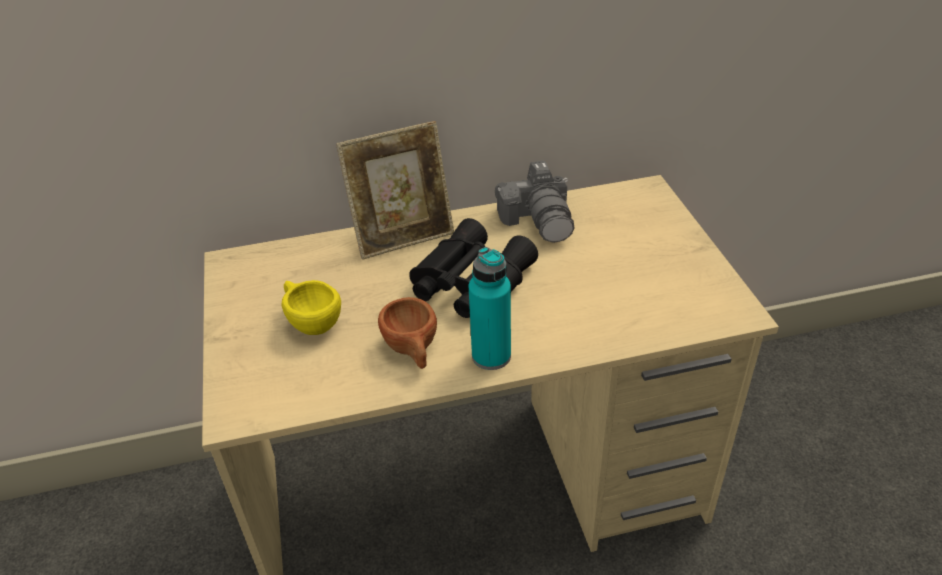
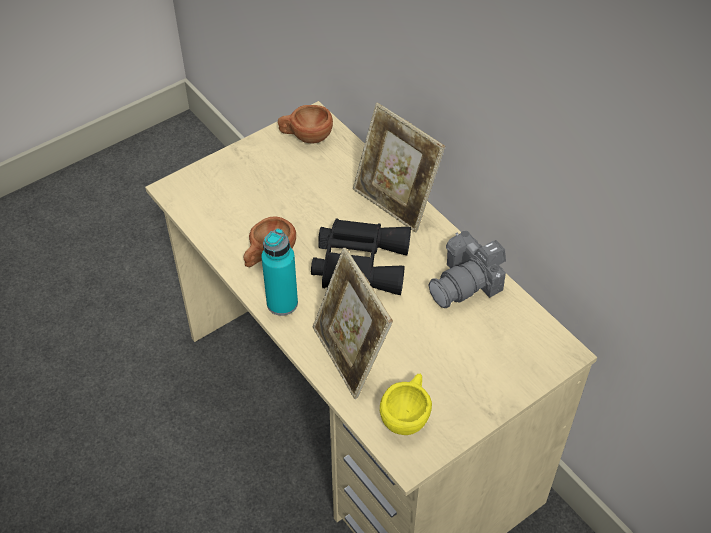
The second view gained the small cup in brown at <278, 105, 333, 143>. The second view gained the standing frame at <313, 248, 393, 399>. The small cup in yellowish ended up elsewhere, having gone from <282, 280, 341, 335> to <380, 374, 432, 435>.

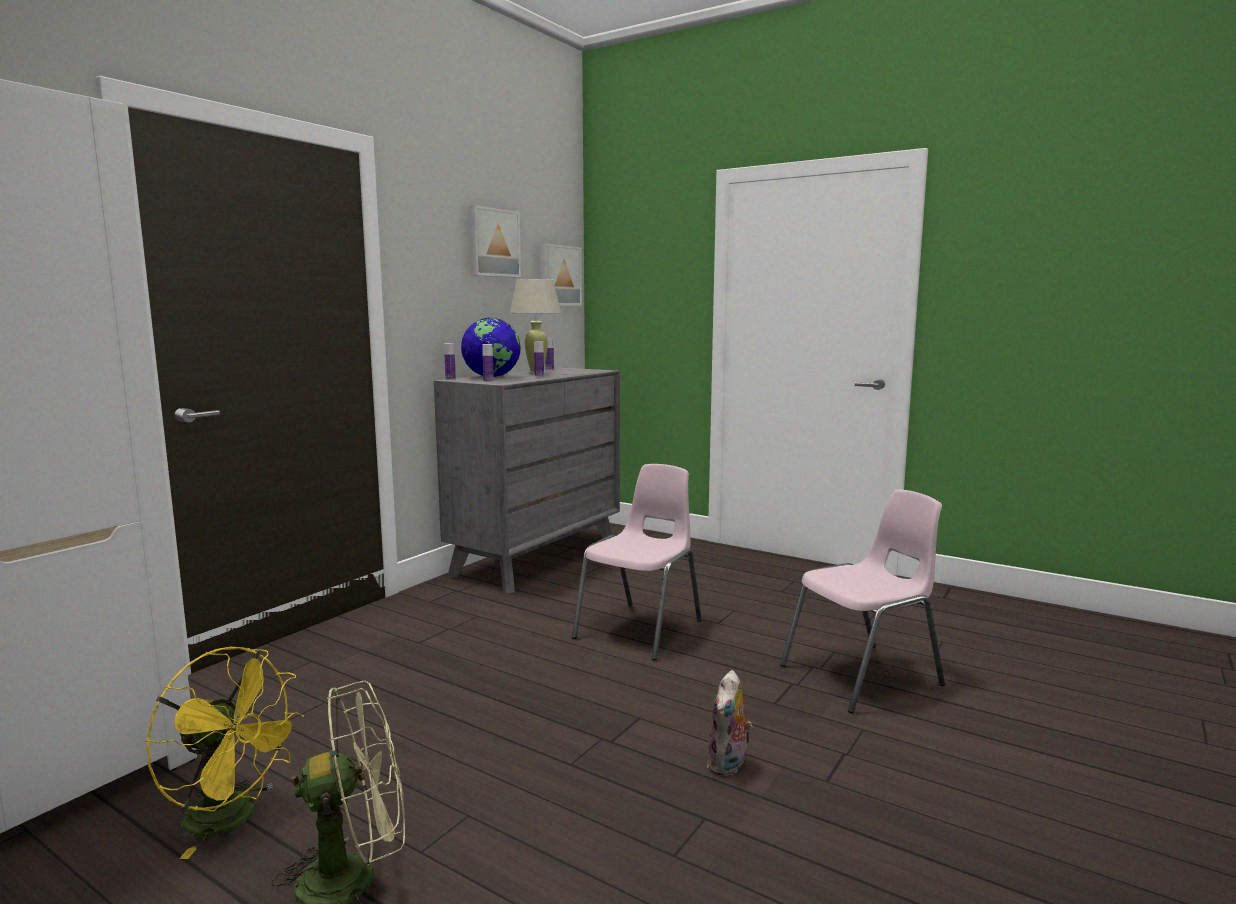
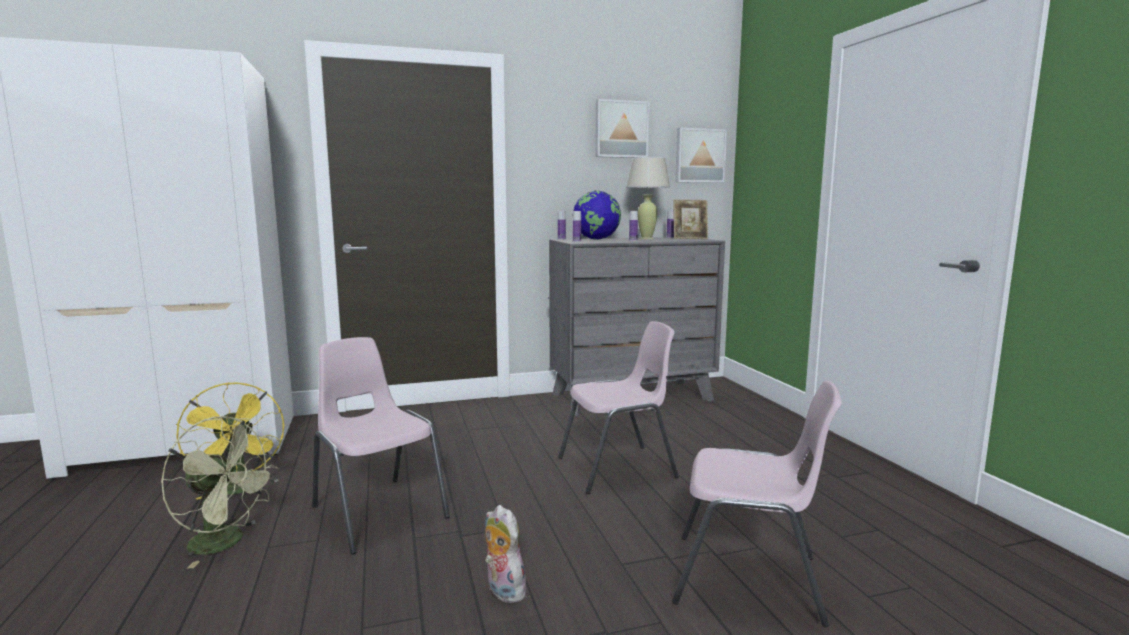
The second view gained the plain chair in pinkish at <312, 337, 450, 555>. The second view gained the standing frame at <673, 199, 708, 239>. The plush toy at <707, 670, 753, 776> ended up facing another way, 75 degrees clockwise from before.

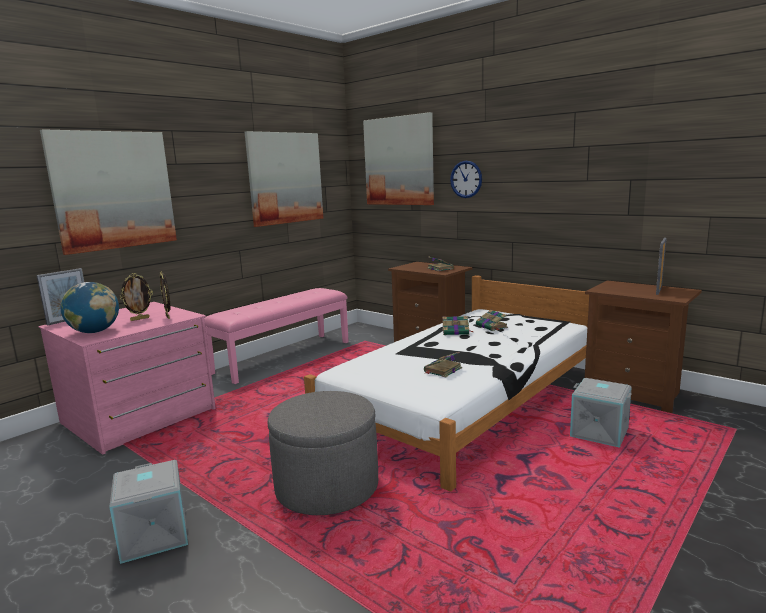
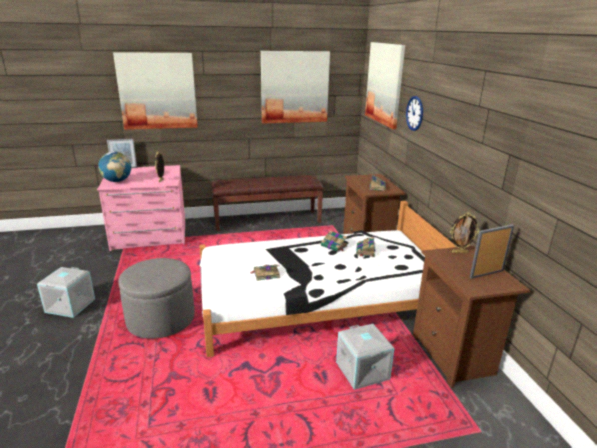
The standing frame ended up elsewhere, having gone from <120, 273, 153, 321> to <450, 213, 479, 253>. What was the long seat in pinkish at <204, 288, 349, 384> turned into the long seat in brown at <211, 175, 324, 231>.

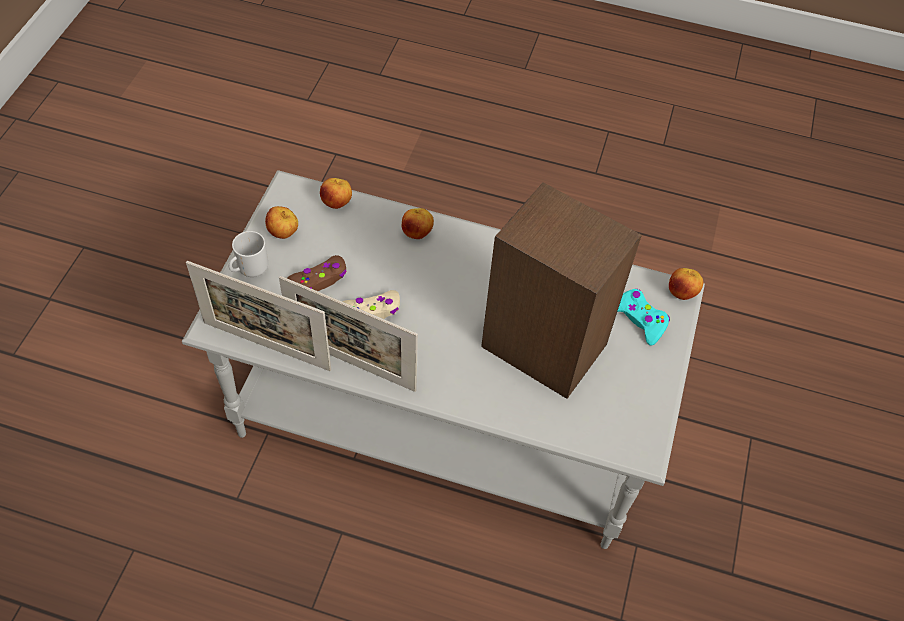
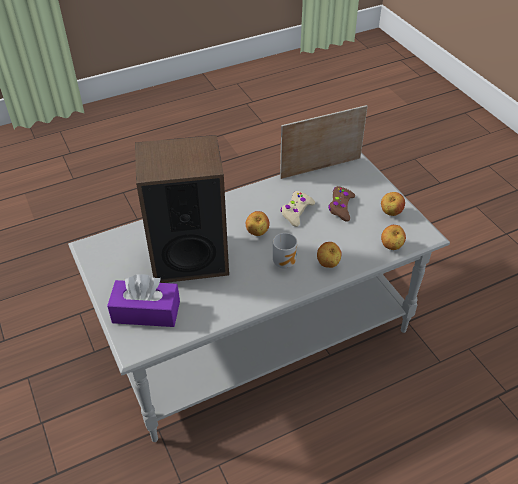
The second view lost the standing frame at <279, 276, 418, 392>. The coffee mug ended up elsewhere, having gone from <229, 231, 268, 277> to <273, 233, 297, 269>. The whole apple ended up elsewhere, having gone from <669, 268, 703, 300> to <246, 211, 270, 236>. Where the game controller in turquoise-coloured stood at <617, 289, 670, 346>, the box of tissues in purple came to stand at <107, 274, 180, 327>.

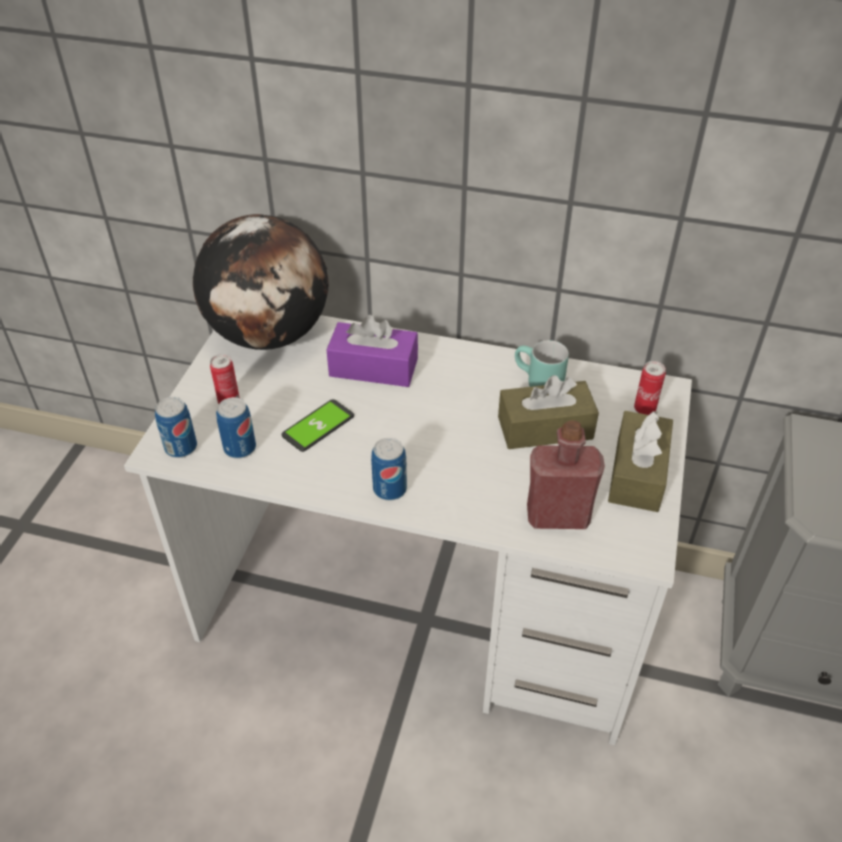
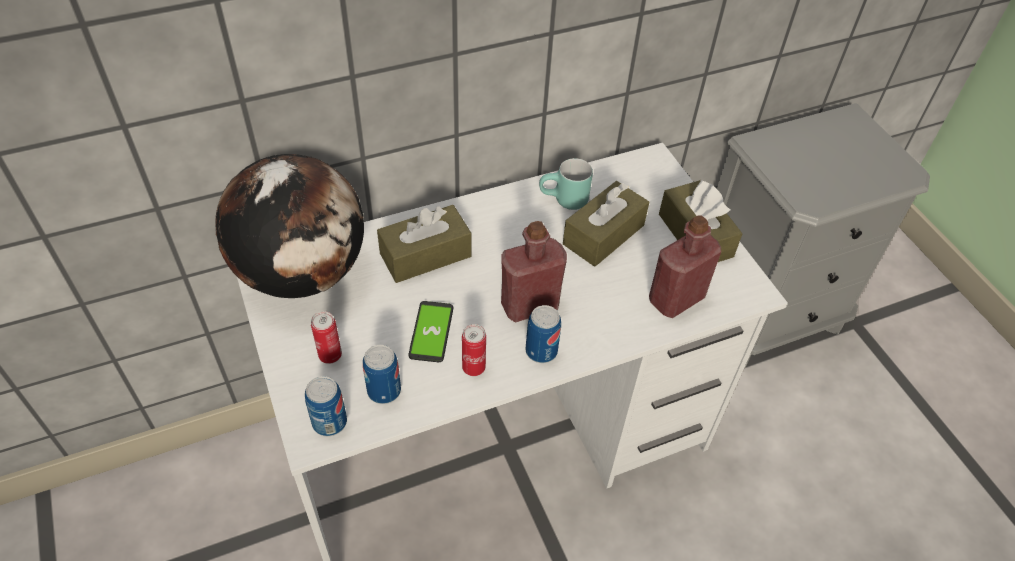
The second view gained the beverage bottle in red-coloured at <501, 221, 567, 322>. The metal can ended up elsewhere, having gone from <634, 361, 666, 415> to <462, 324, 486, 376>. What was the box of tissues in purple at <327, 315, 418, 387> turned into the box of tissues in brown at <377, 205, 471, 283>.

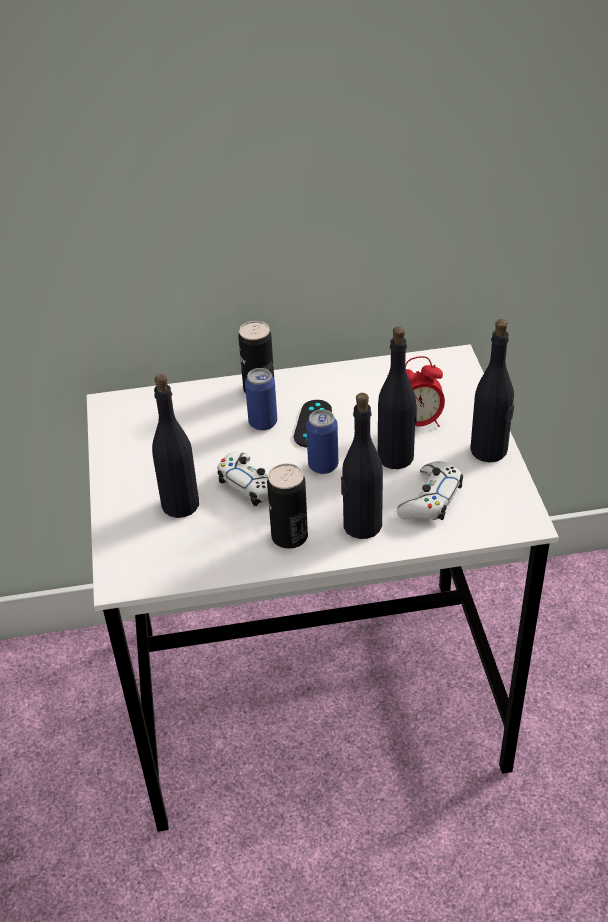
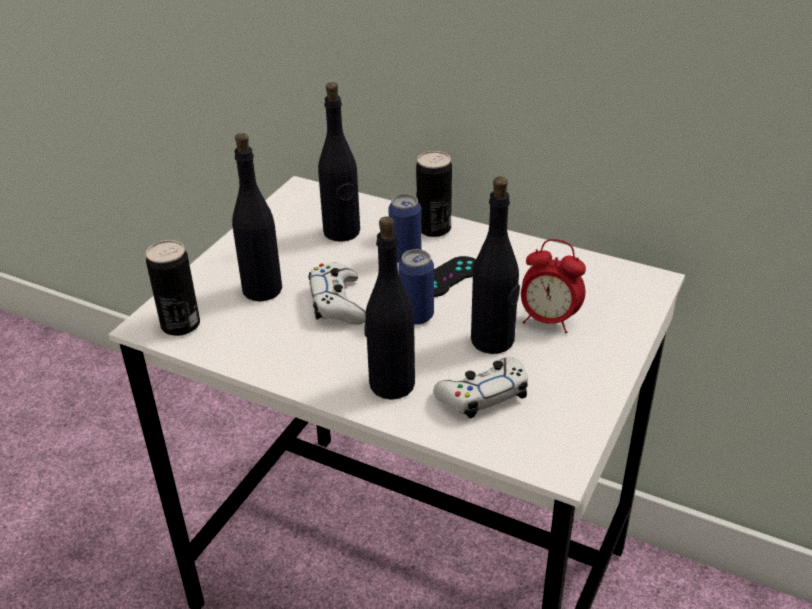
The metal can ended up elsewhere, having gone from <267, 463, 308, 549> to <146, 240, 200, 336>. The beverage bottle in blackish ended up elsewhere, having gone from <470, 319, 514, 462> to <318, 82, 360, 242>.

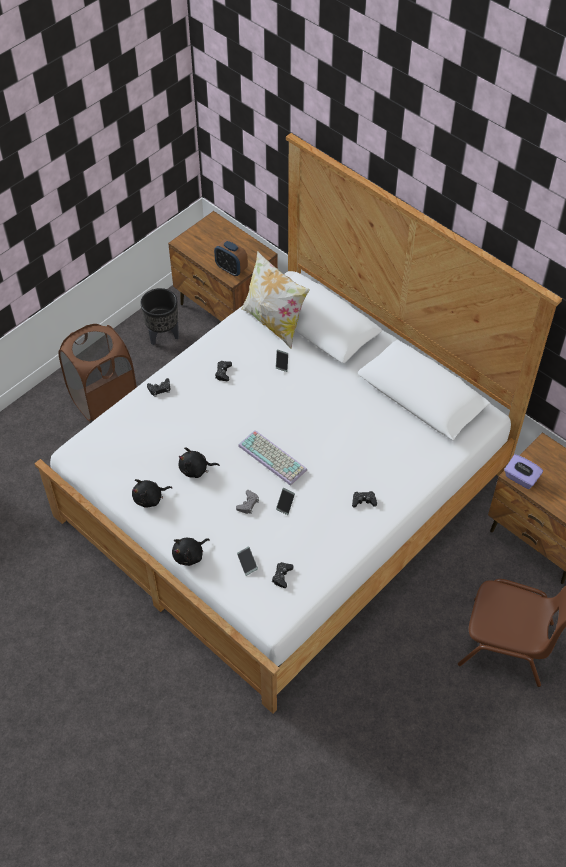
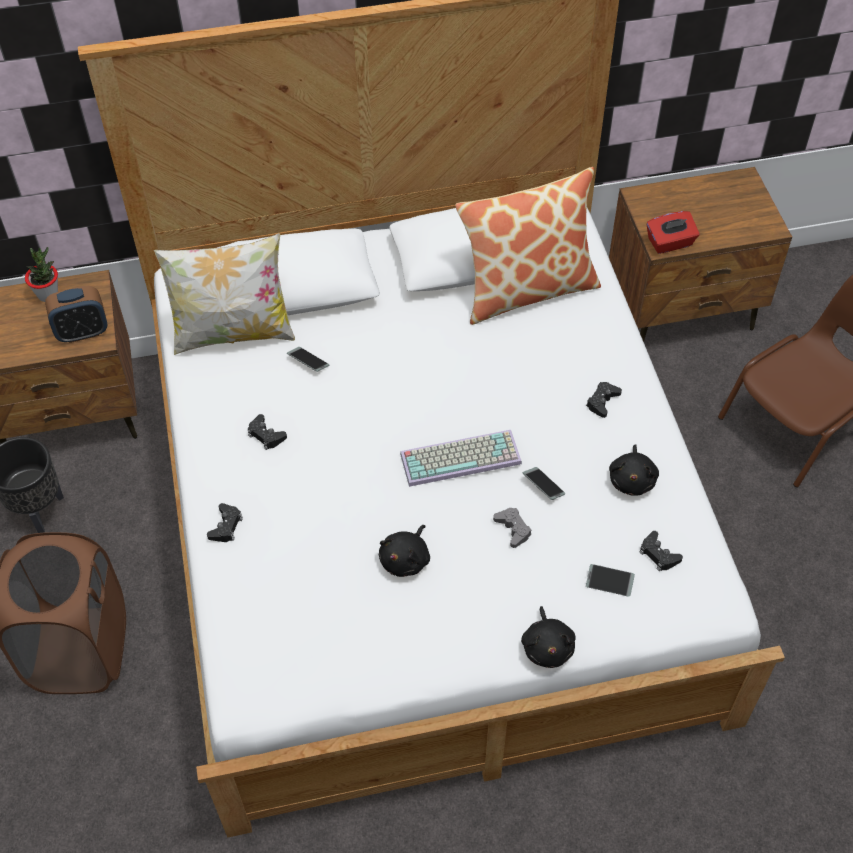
The second view gained the potted plant at <25, 247, 58, 302>. The second view gained the cushion at <455, 167, 601, 325>. The plush toy in blackish ended up elsewhere, having gone from <132, 479, 172, 507> to <609, 444, 659, 496>. What was the box of tissues in purple at <504, 454, 543, 489> turned into the box of tissues in red-coloured at <647, 211, 700, 254>.

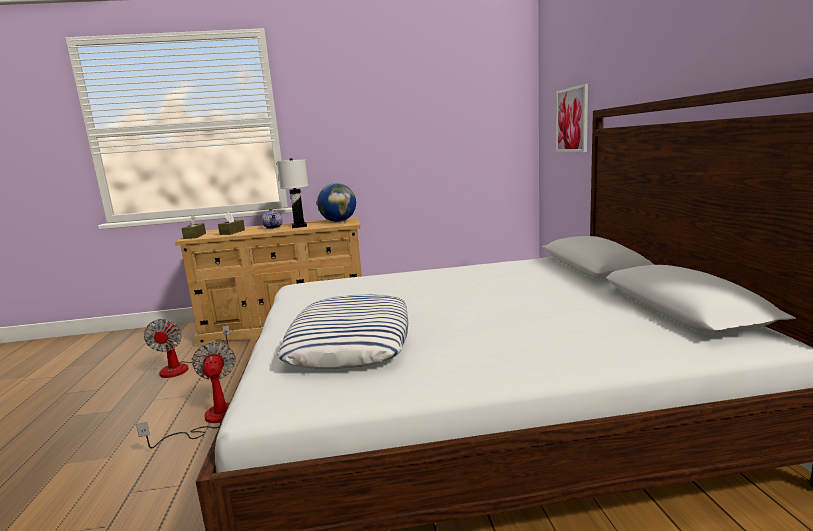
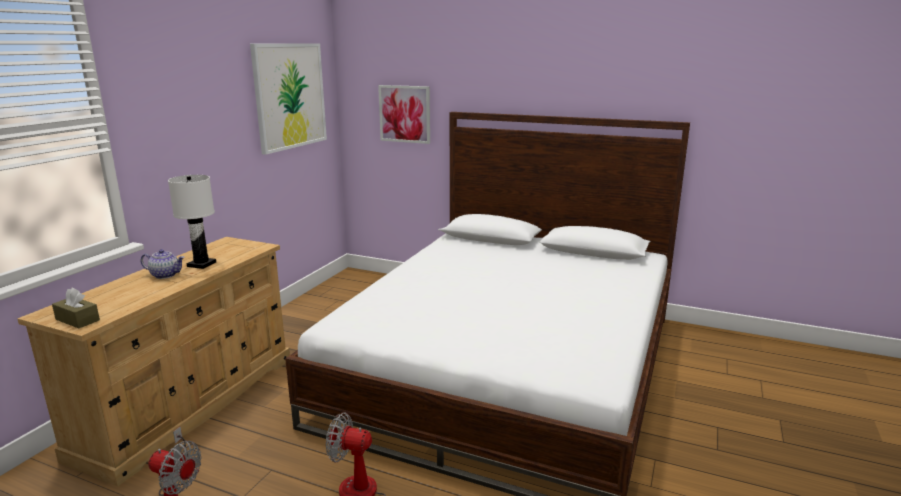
The second view lost the box of tissues in brown at <218, 212, 245, 235>. The second view lost the cushion at <278, 294, 408, 369>. The second view lost the world globe at <317, 183, 356, 222>. The second view gained the wall picture at <250, 43, 327, 155>.

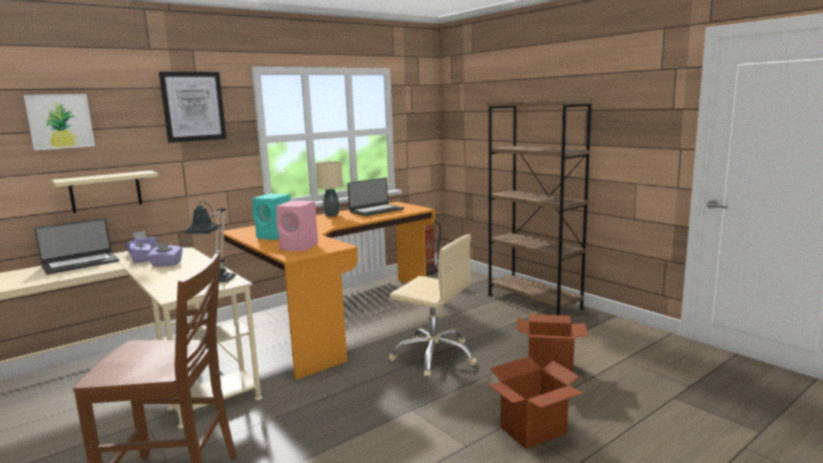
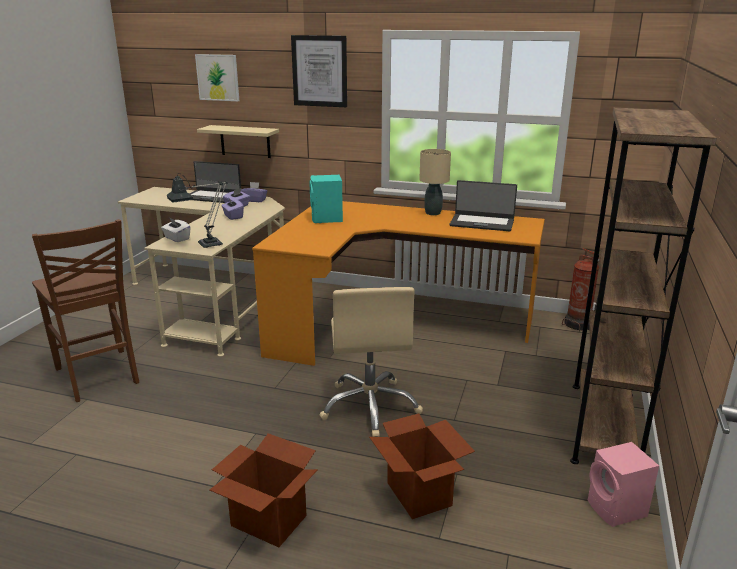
The second view gained the box of tissues in white-coloured at <161, 217, 191, 242>. The loudspeaker in pinkish ended up elsewhere, having gone from <276, 201, 318, 251> to <588, 442, 659, 527>.

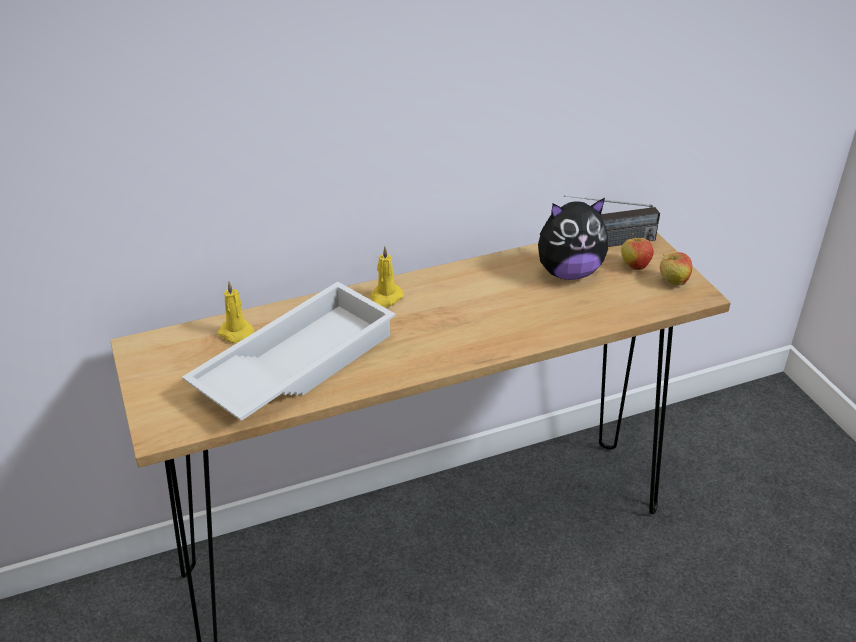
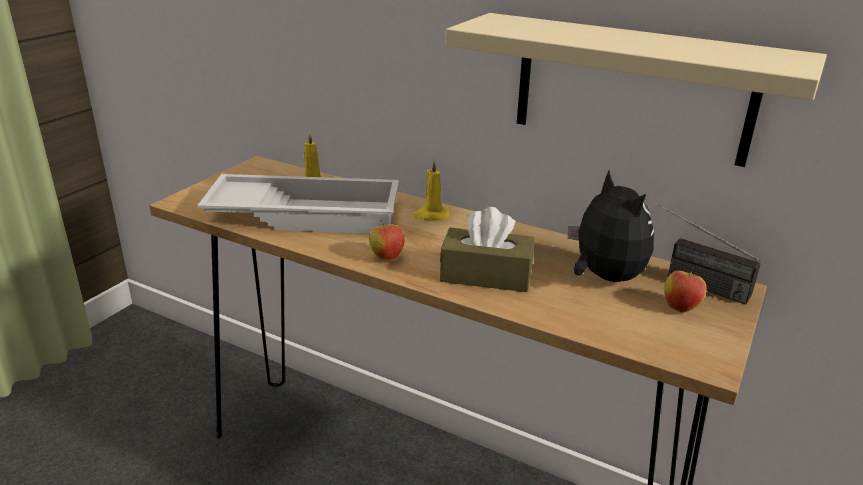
The second view gained the box of tissues in brown at <440, 207, 534, 292>. The second view gained the wall shelf in beige-coloured at <446, 13, 827, 167>. The whole apple ended up elsewhere, having gone from <660, 252, 692, 286> to <369, 220, 405, 261>. The plush toy at <538, 198, 608, 280> ended up facing another way, 150 degrees counterclockwise from before.

